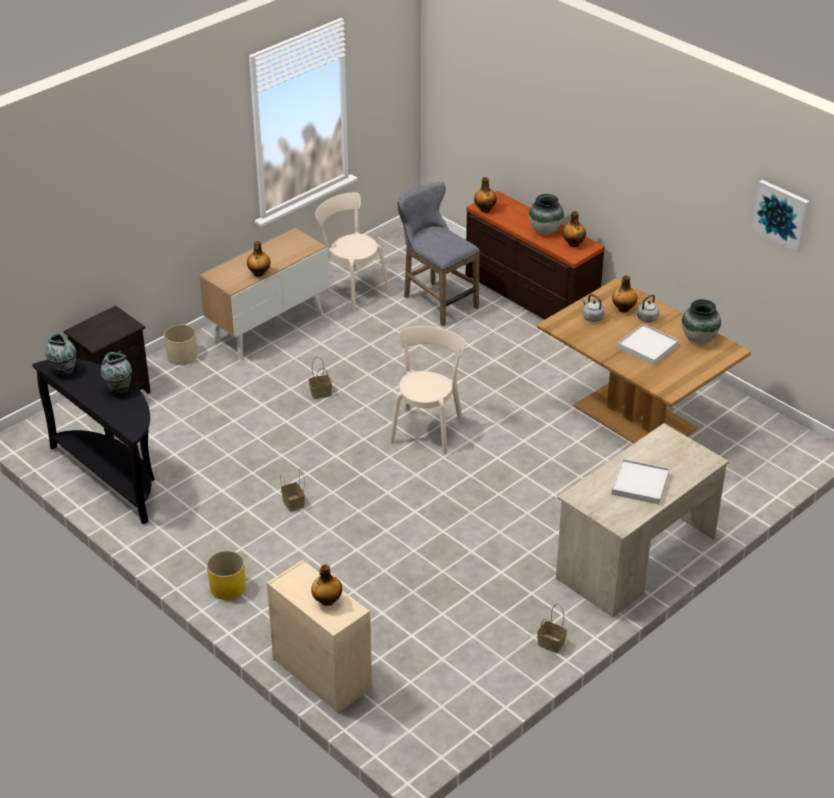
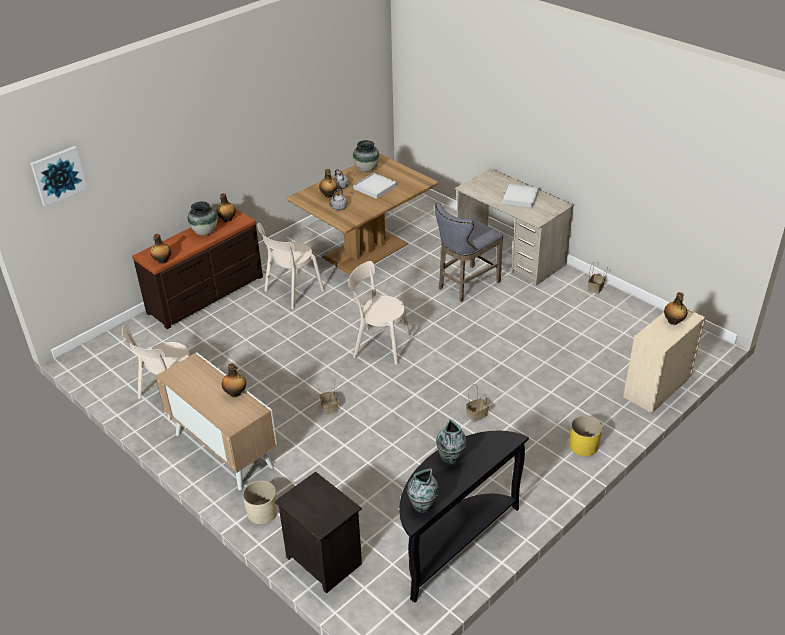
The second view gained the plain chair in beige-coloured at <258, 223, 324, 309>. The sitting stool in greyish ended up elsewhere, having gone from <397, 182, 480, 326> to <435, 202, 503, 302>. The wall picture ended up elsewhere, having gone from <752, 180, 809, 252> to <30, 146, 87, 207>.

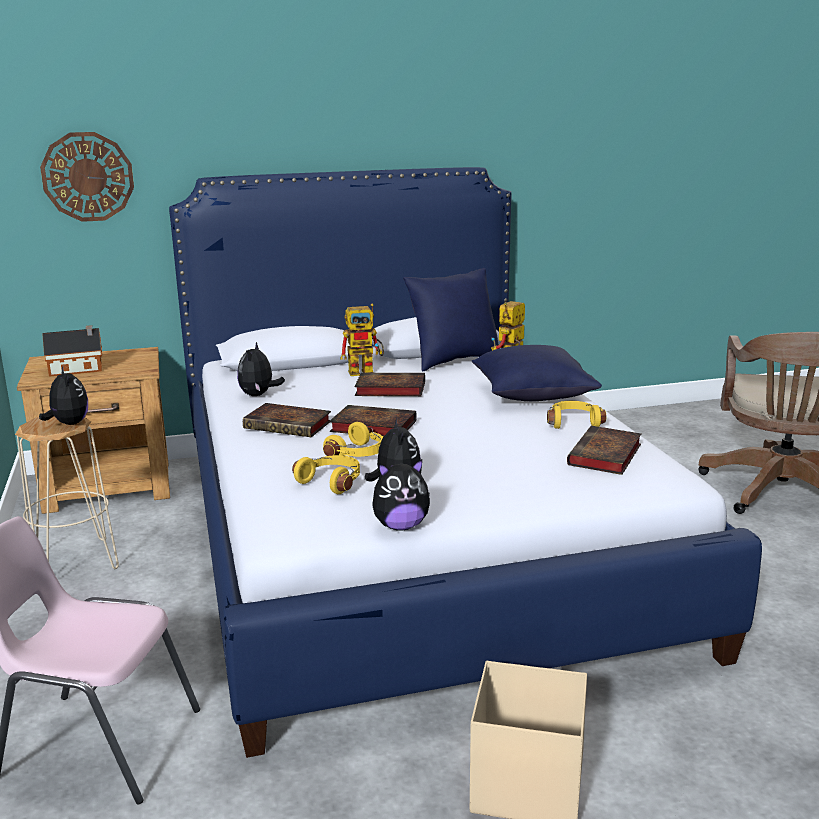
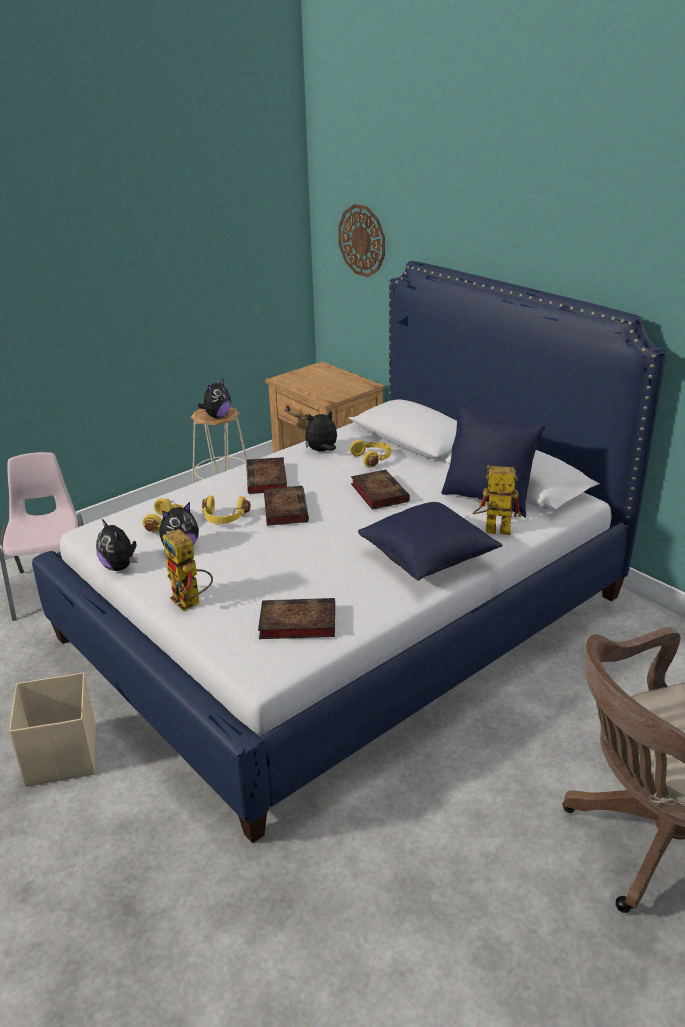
The second view lost the miniature house at <42, 325, 102, 377>. The model robot ended up elsewhere, having gone from <340, 304, 384, 376> to <163, 529, 213, 611>. The headphones in yellowish ended up elsewhere, having gone from <547, 401, 606, 429> to <350, 440, 391, 467>.

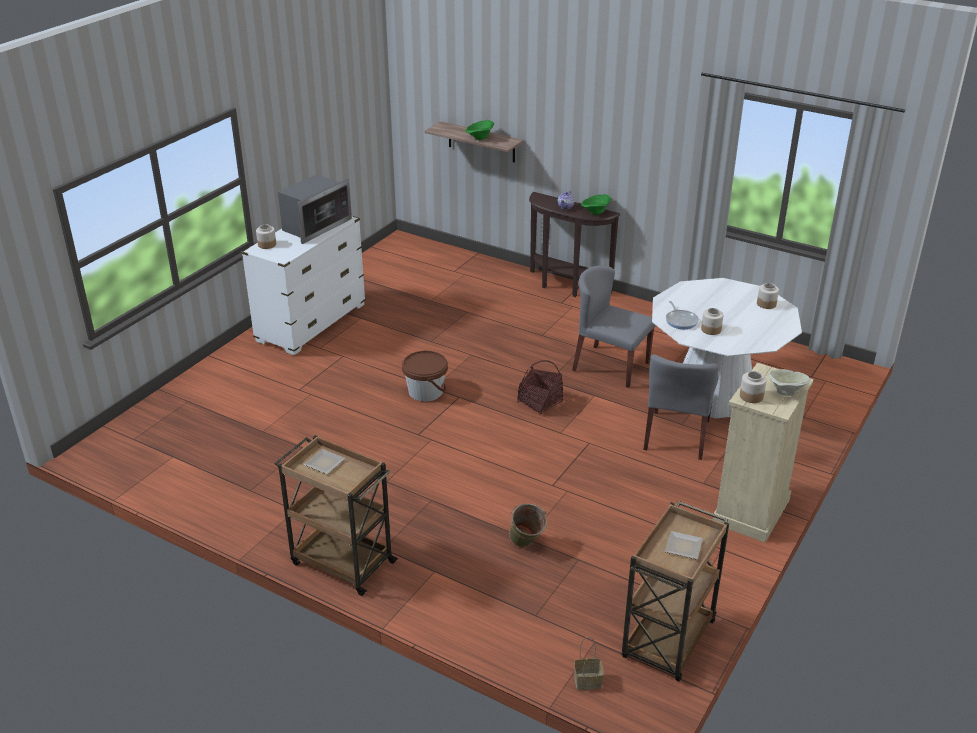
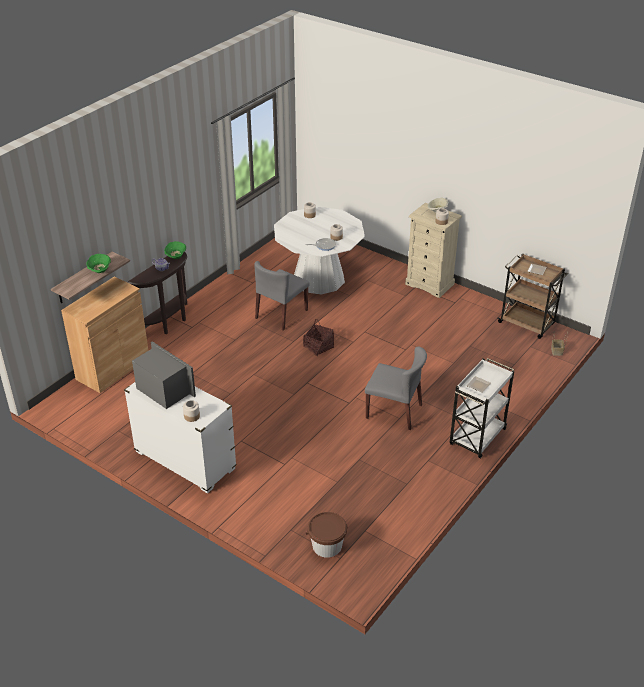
The second view lost the pail in greenish at <509, 504, 547, 547>. The second view gained the storage cabinet in brown at <61, 276, 149, 393>. The pail in brown ended up elsewhere, having gone from <402, 351, 448, 402> to <306, 512, 348, 558>. The plain chair in greyish ended up elsewhere, having gone from <643, 354, 719, 460> to <365, 347, 427, 430>. What was the wheeled cart in brown at <275, 435, 398, 596> turned into the wheeled cart in white-coloured at <450, 358, 514, 459>.

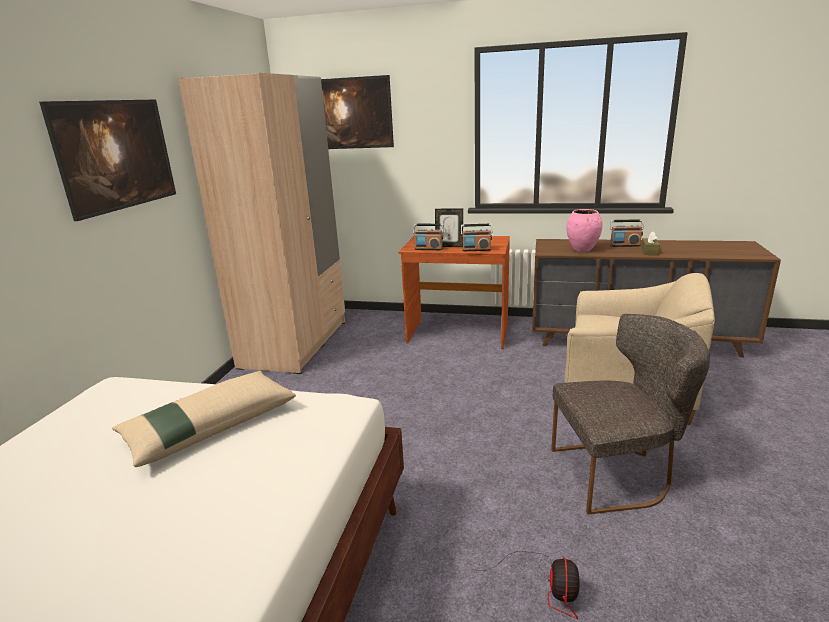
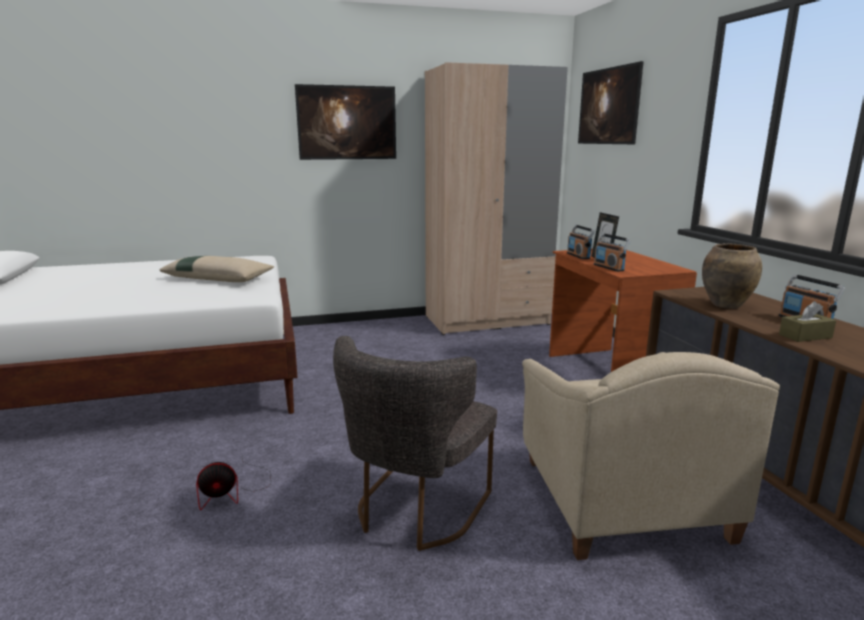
What was the vase in pinkish at <566, 209, 603, 252> turned into the vase in brown at <702, 243, 762, 309>. The plain chair in greyish at <551, 314, 710, 514> ended up facing another way, 60 degrees clockwise from before.

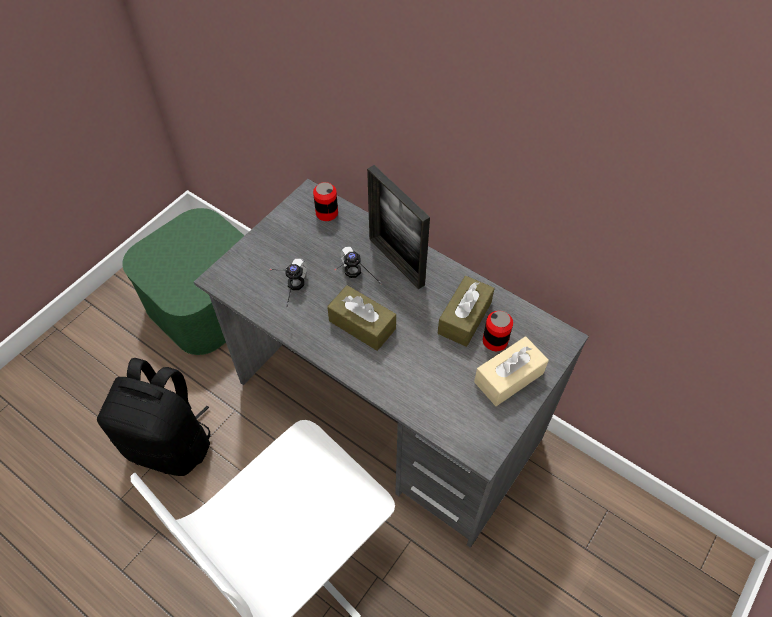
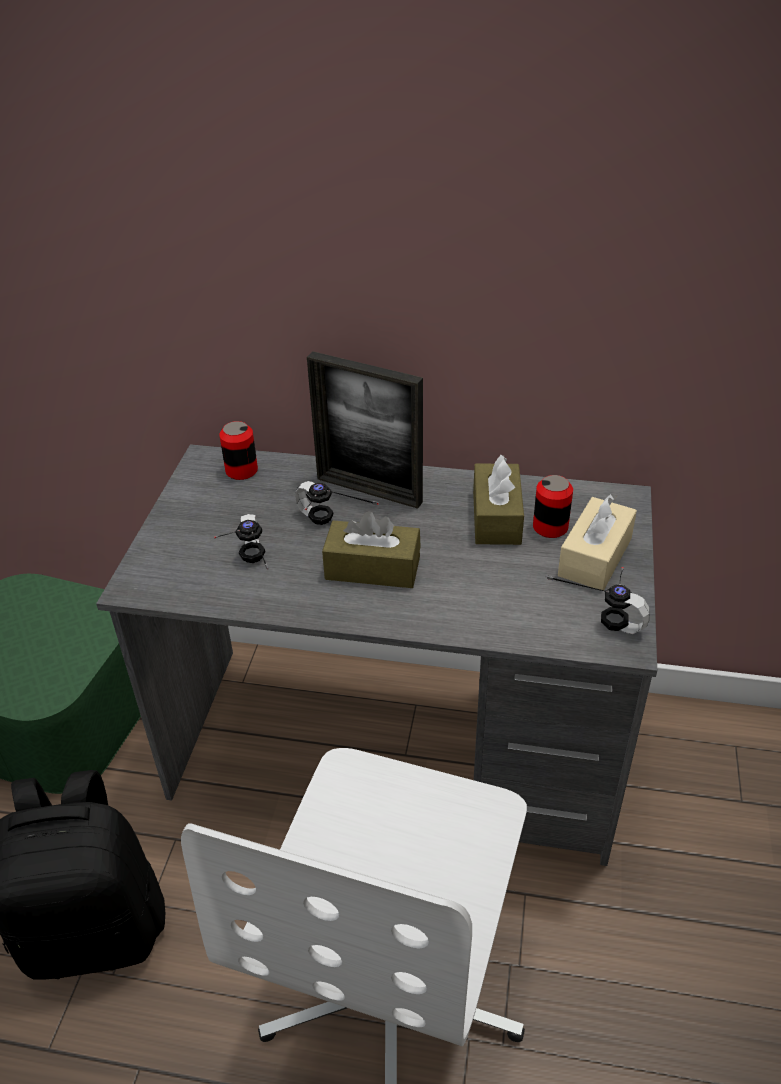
The second view gained the headphones at <545, 567, 649, 634>.

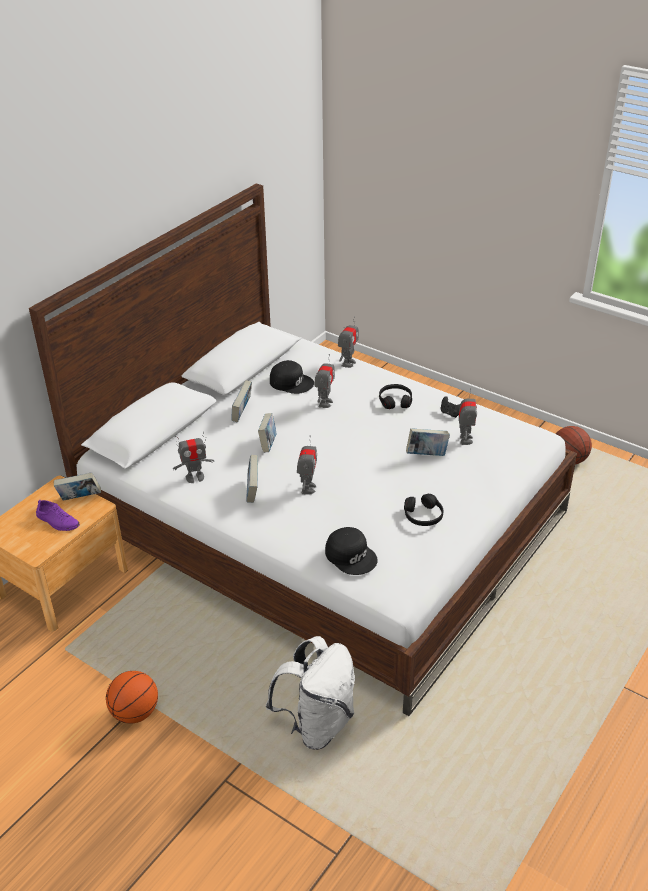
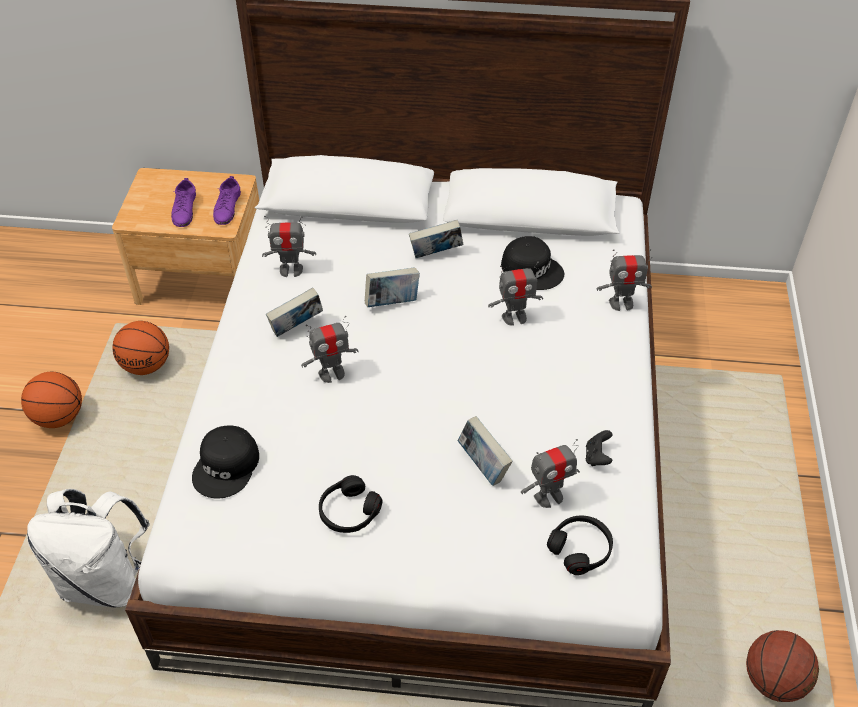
The second view gained the basketball ball at <112, 321, 169, 375>. The headphones in blackish ended up elsewhere, having gone from <379, 384, 412, 409> to <547, 516, 613, 575>. Where the volume stood at <54, 472, 101, 501>, the item of footwear in purple came to stand at <213, 176, 241, 225>. The model robot at <173, 431, 214, 483> ended up facing another way, 45 degrees counterclockwise from before. The baseball cap in blackish at <270, 360, 314, 394> ended up facing another way, 45 degrees counterclockwise from before.

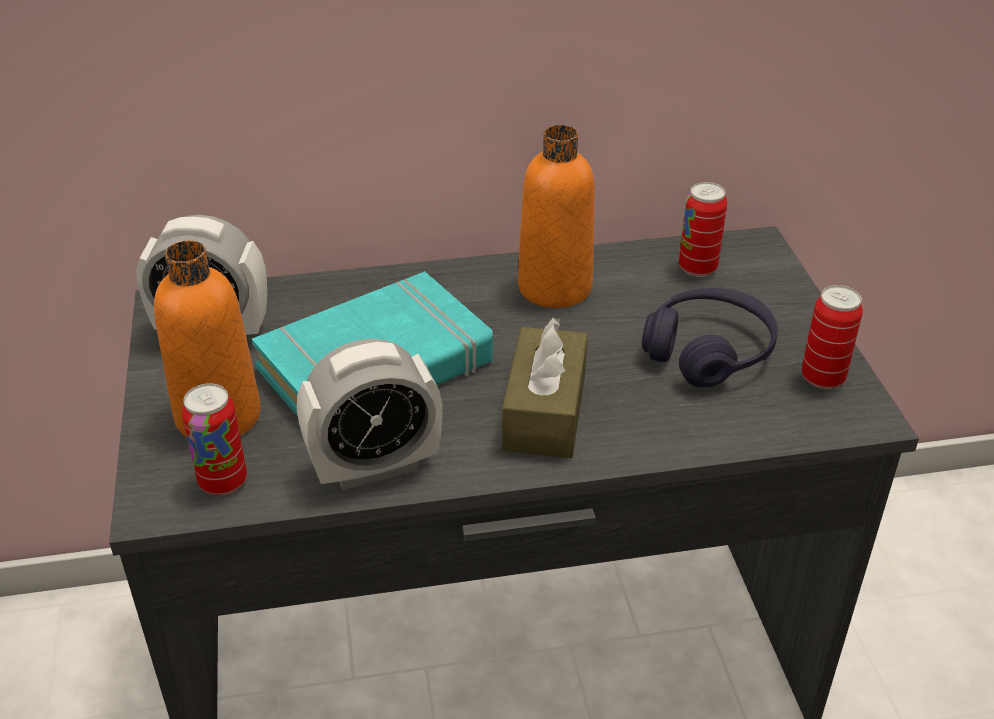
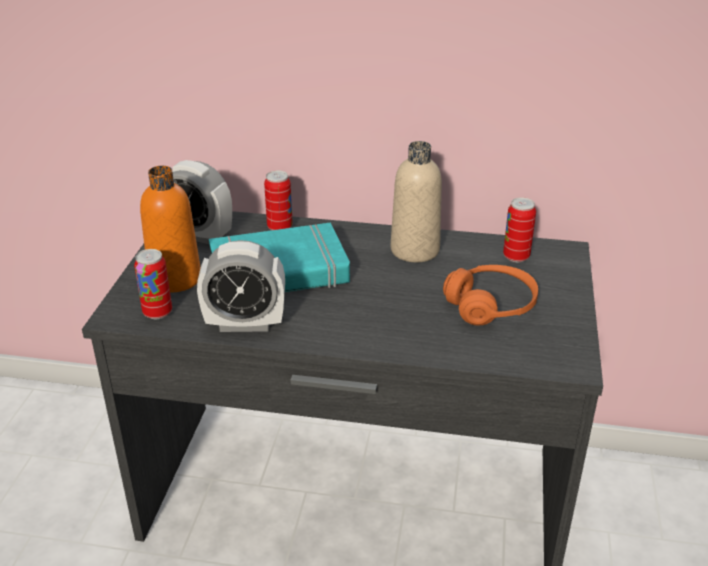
The second view lost the box of tissues in brown at <502, 317, 588, 458>. The metal can ended up elsewhere, having gone from <801, 285, 863, 389> to <264, 171, 293, 230>. What was the beverage bottle in orange at <518, 125, 595, 308> turned into the beverage bottle in beige-coloured at <391, 141, 442, 262>. What was the headphones in purple at <642, 288, 778, 387> turned into the headphones in orange at <443, 265, 538, 326>.

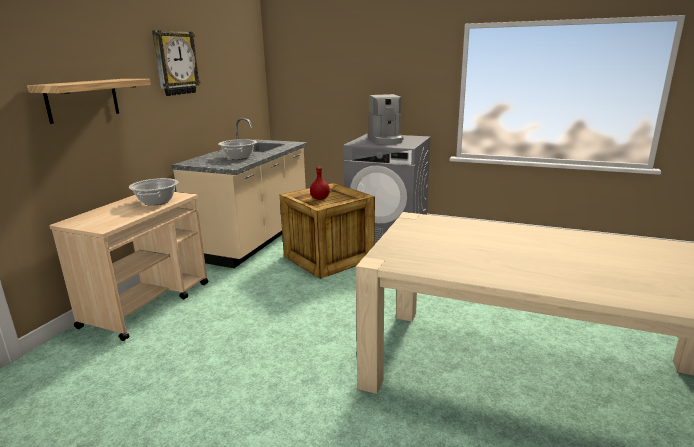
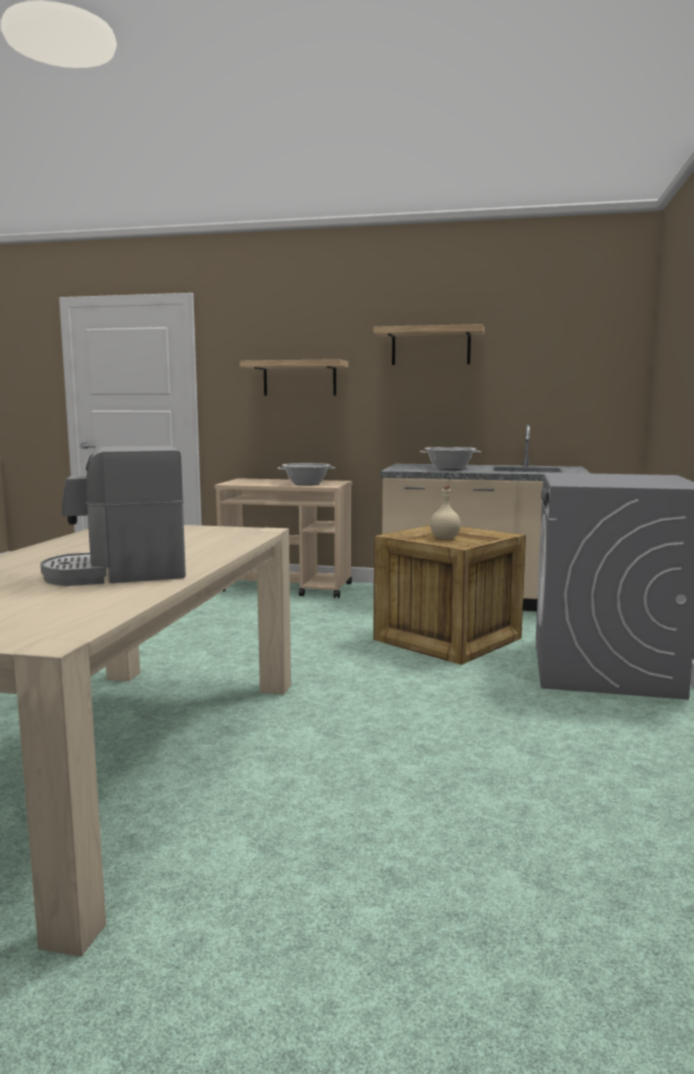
The coffee machine ended up elsewhere, having gone from <369, 94, 404, 144> to <40, 446, 186, 586>. Where the clock on the wall hung at <152, 30, 201, 96>, the wall shelf came to hang at <373, 324, 484, 365>. What was the beverage bottle in red-coloured at <310, 165, 330, 200> turned into the beverage bottle in beige-coloured at <430, 485, 461, 539>.

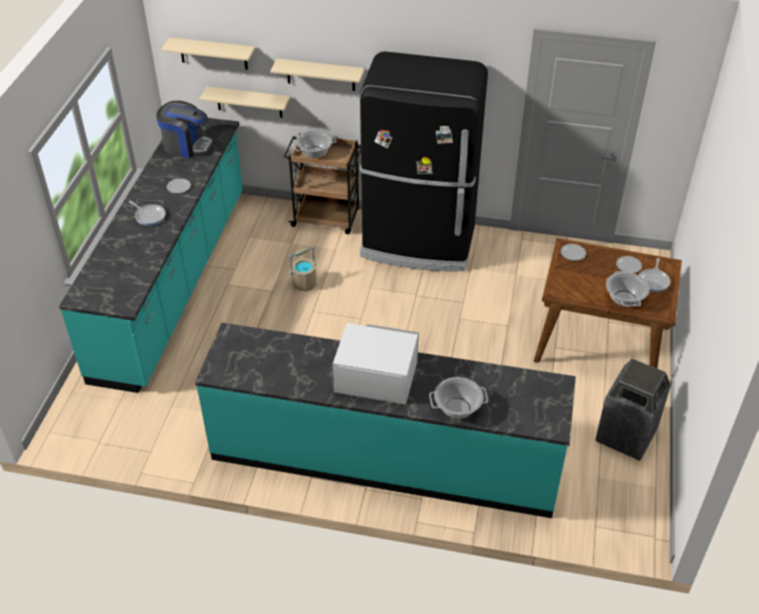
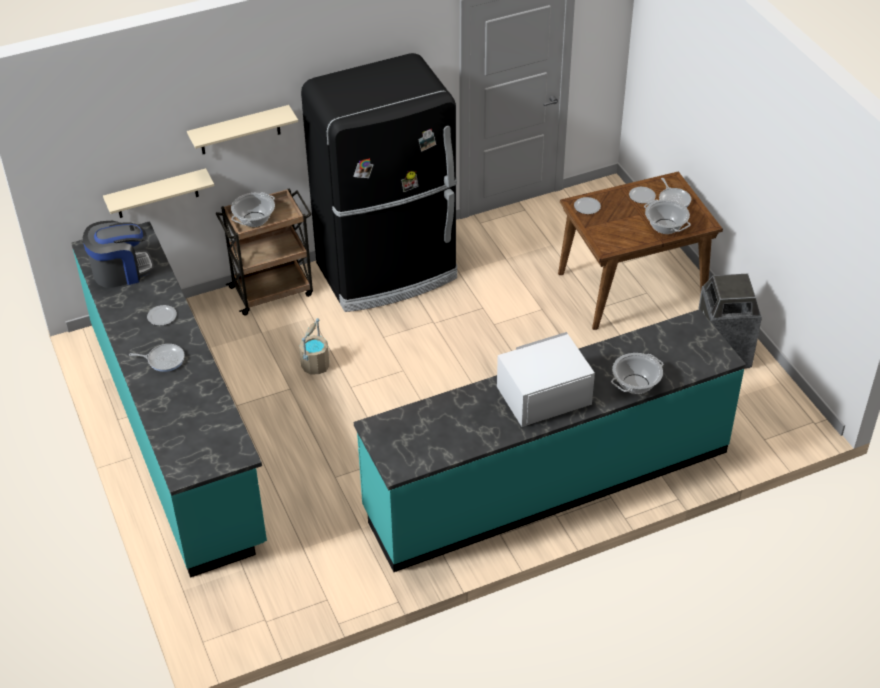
The second view lost the wall shelf in beige-coloured at <161, 37, 255, 70>.

